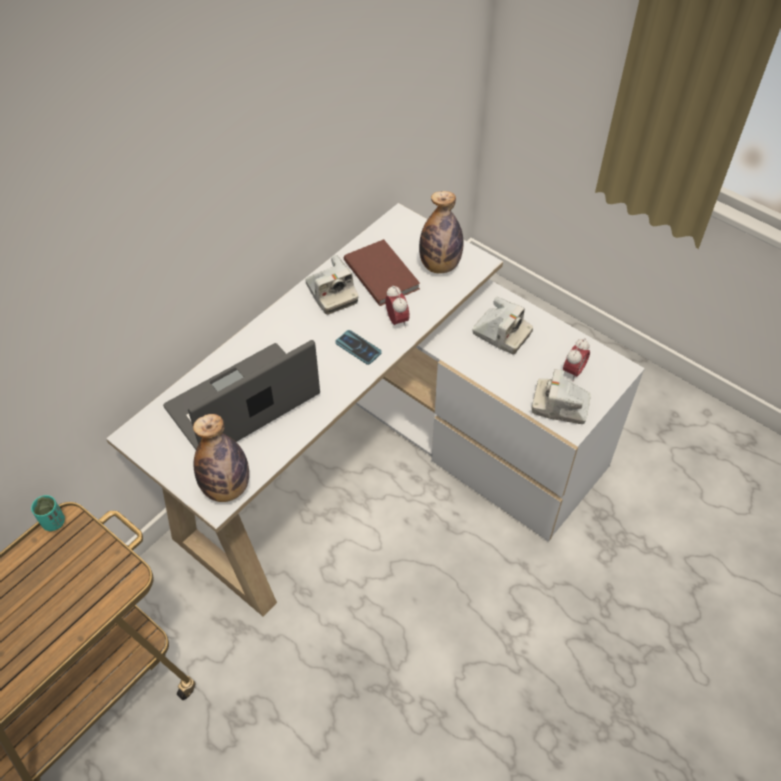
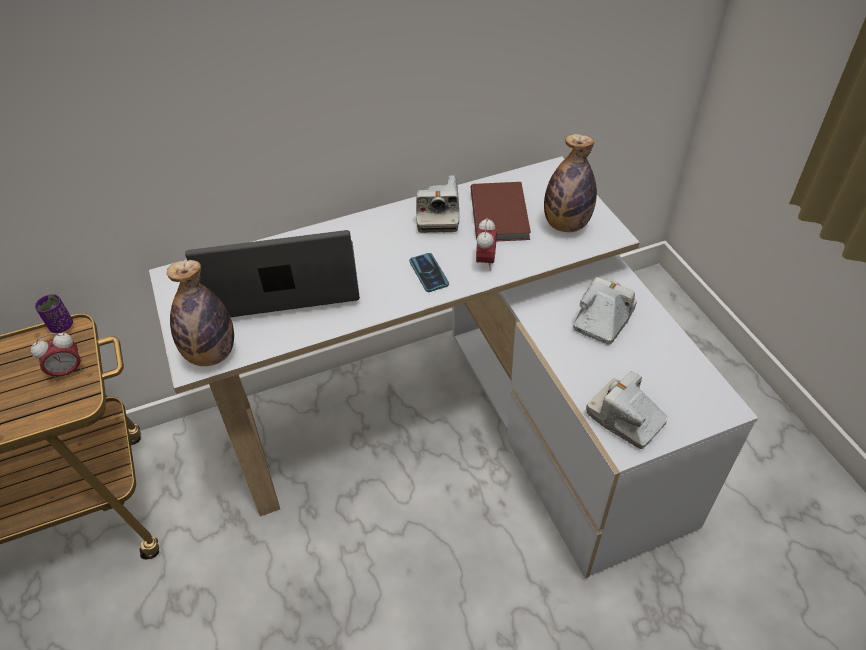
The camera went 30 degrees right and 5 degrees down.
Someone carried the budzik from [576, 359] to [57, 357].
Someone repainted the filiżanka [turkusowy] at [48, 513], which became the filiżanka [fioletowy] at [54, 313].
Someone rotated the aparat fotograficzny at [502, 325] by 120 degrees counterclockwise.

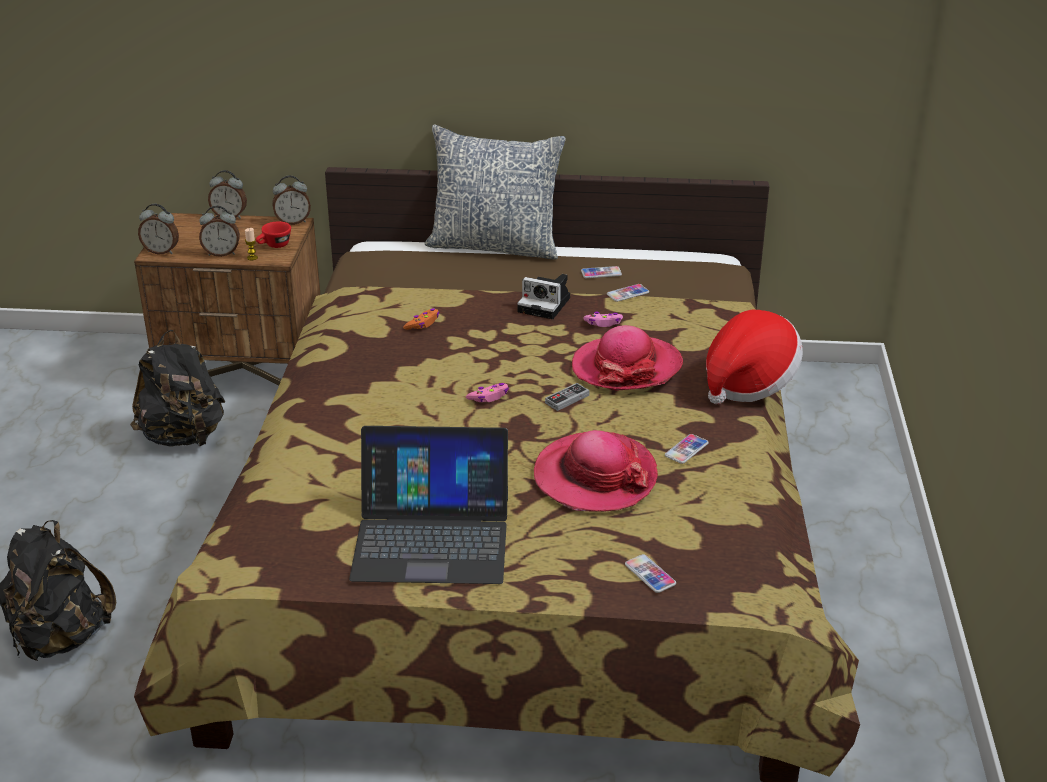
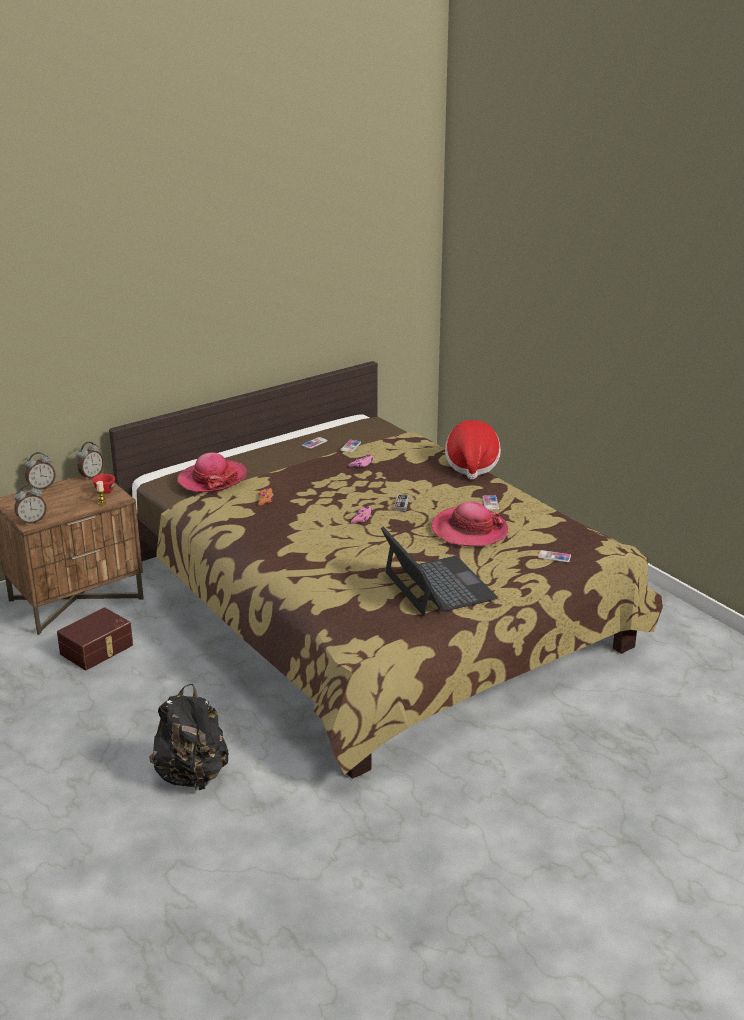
The camera went 40 degrees left and 5 degrees down.
Someone swapped the plecak [czarny] at [177, 388] for the pojemnik do przechowywania [brązowy] at [95, 638].
Someone carried the kapelusz from [627, 358] to [212, 472].
Someone rotated the laptop at [428, 505] by 75 degrees counterclockwise.
Someone took away the budzik at [219, 231].
Someone took away the poduszka at [495, 192].
Someone took away the aparat fotograficzny at [543, 296].

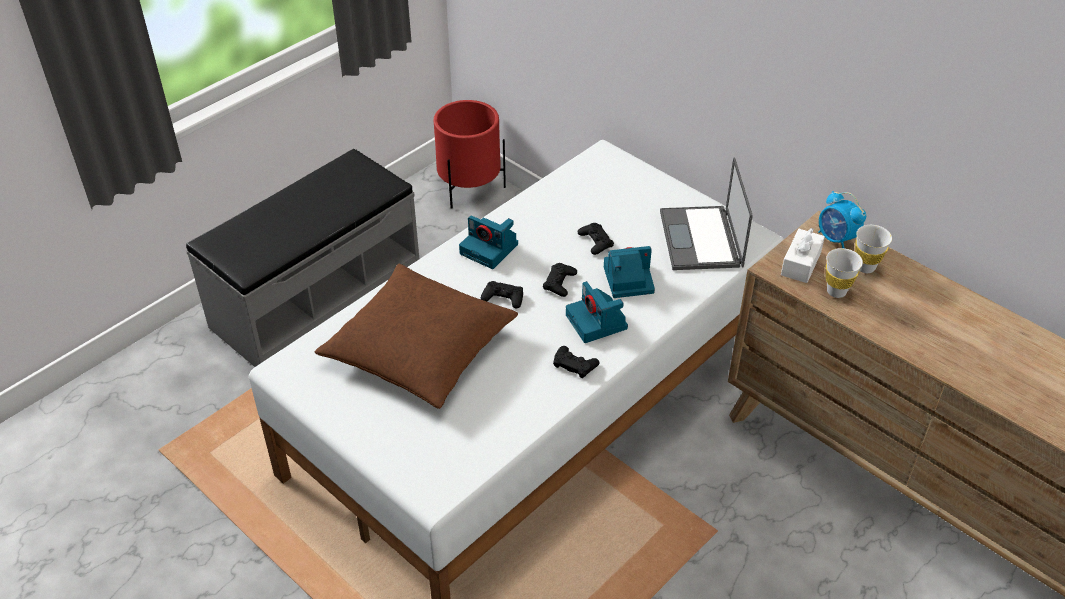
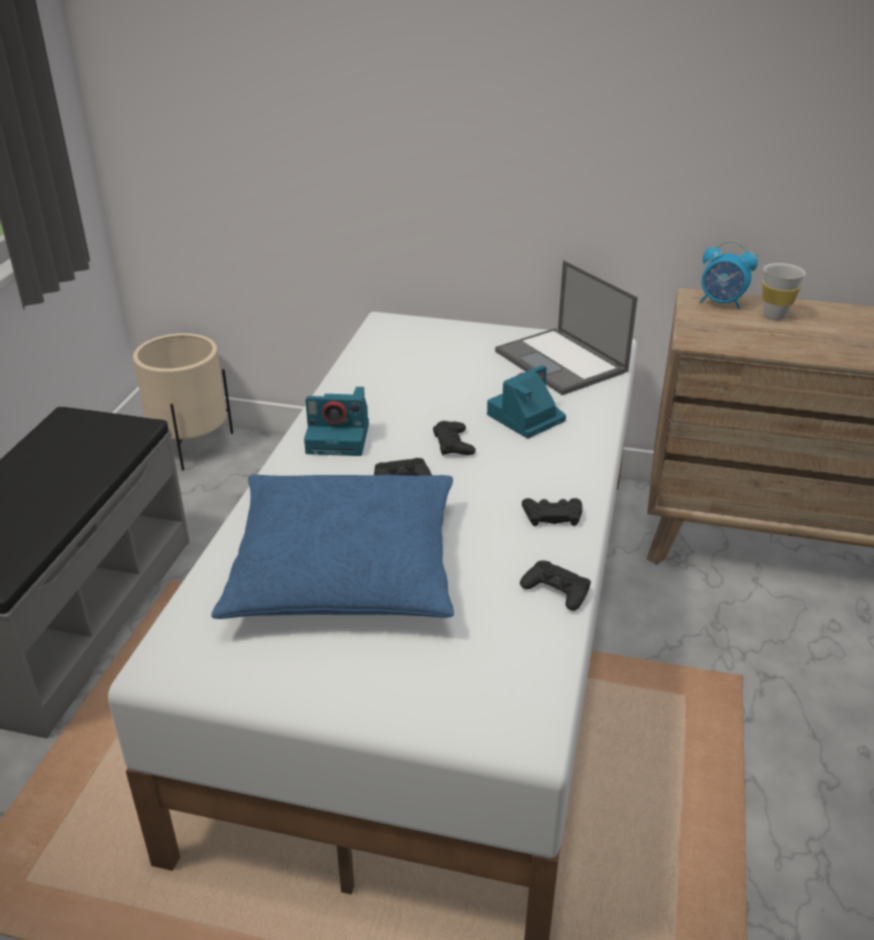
The camera went 30 degrees left and 10 degrees down.
Someone repainted the donica [czerwony] at [470, 154], which became the donica [beżowy] at [183, 402].
Someone repainted the poduszka [brązowy] at [416, 336], which became the poduszka [niebieski] at [332, 547].
Someone carried the pad do gier [czarny] from [596, 239] to [555, 586].
Someone took away the aparat fotograficzny at [597, 312].
Someone took away the pudełko chusteczek [biały] at [803, 255].
Someone took away the filiżanka [biały] at [844, 273].

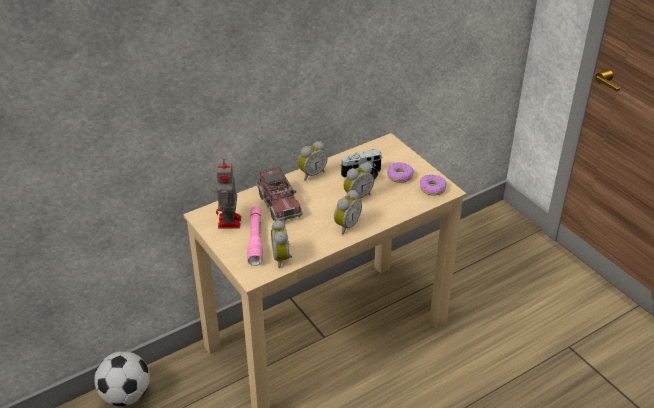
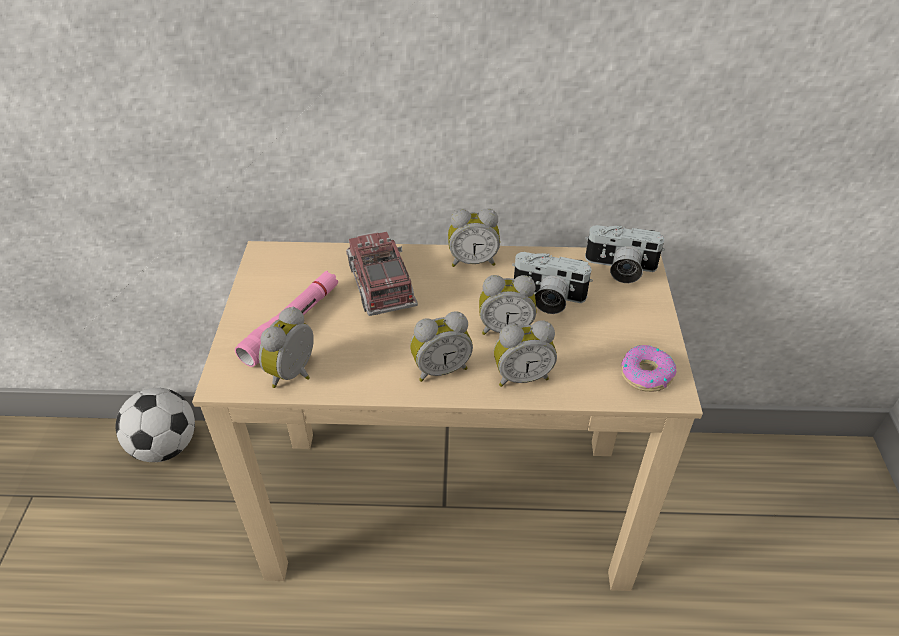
The camera went 35 degrees right and 5 degrees up.
Someone rotated the ciężarówka zabawkowa at [279, 194] by 150 degrees clockwise.
Someone put down the budzik at [525, 353].
Someone put down the aparat fotograficzny at [625, 254].
Someone took away the robot zabawkowy at [228, 193].
Someone took away the donut at [400, 172].

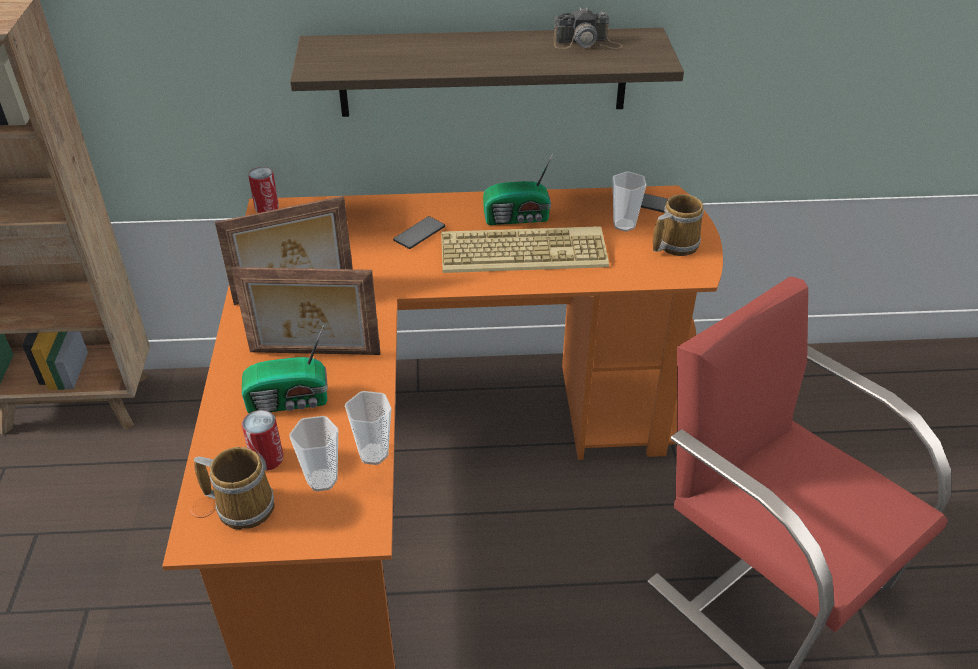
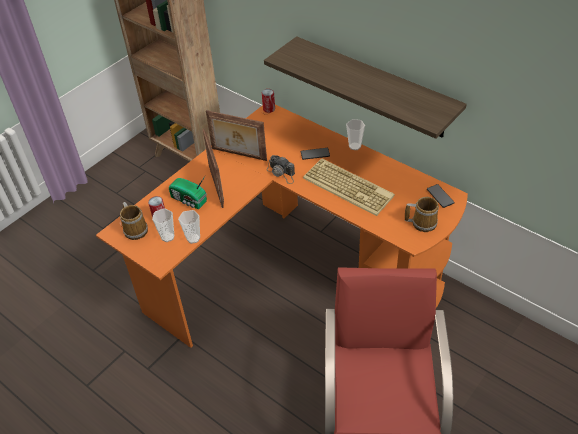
The camera went 45 degrees right and 5 degrees up.
Someone rotated the ramka na zdjęcie at [305, 311] by 150 degrees counterclockwise.
Someone carried the aparat fotograficzny from [588, 28] to [280, 169].
Someone carried the filiżanka from [629, 201] to [355, 134].
Someone took away the radio at [518, 189].

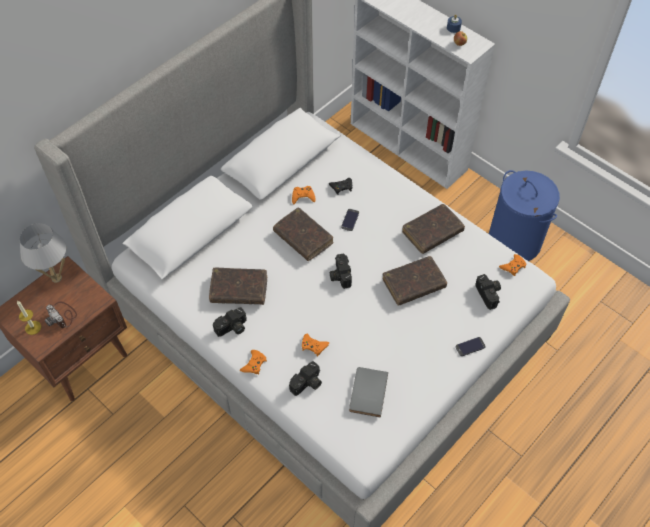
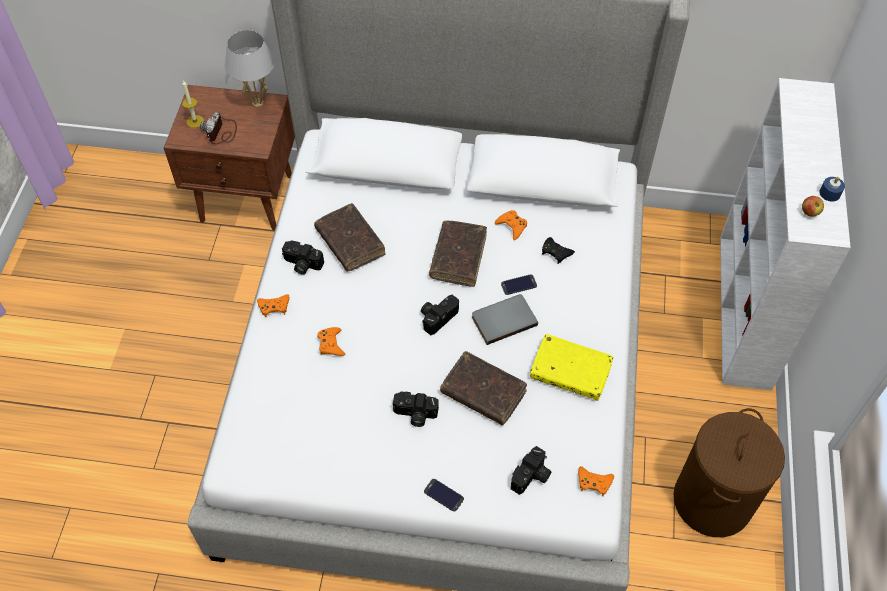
The camera went 55 degrees right and 0 degrees up.
Someone carried the aparat fotograficzny from [305, 378] to [416, 409].
Someone carried the książka [szary] from [368, 392] to [505, 319].
Someone repainted the książka [brązowy] at [433, 229], which became the książka [żółty] at [571, 367].
Someone repainted the kosz na pranie [niebieski] at [524, 215], which became the kosz na pranie [brązowy] at [729, 472].

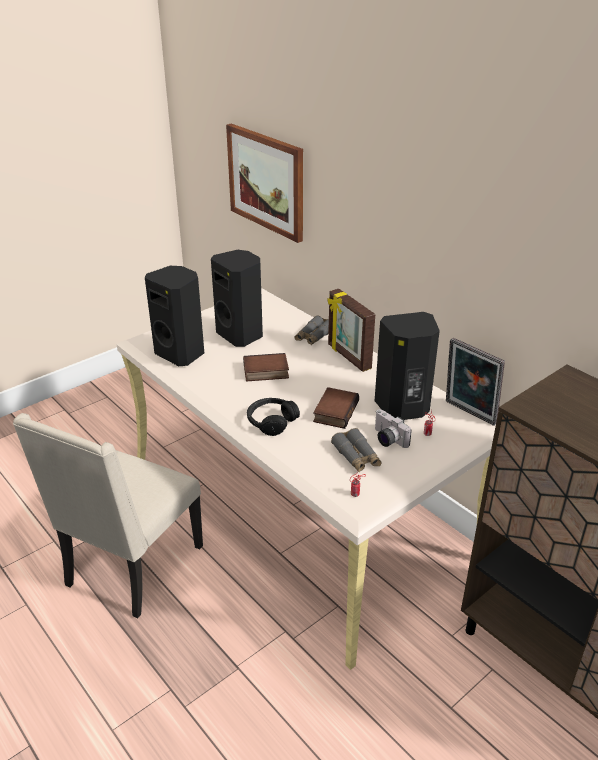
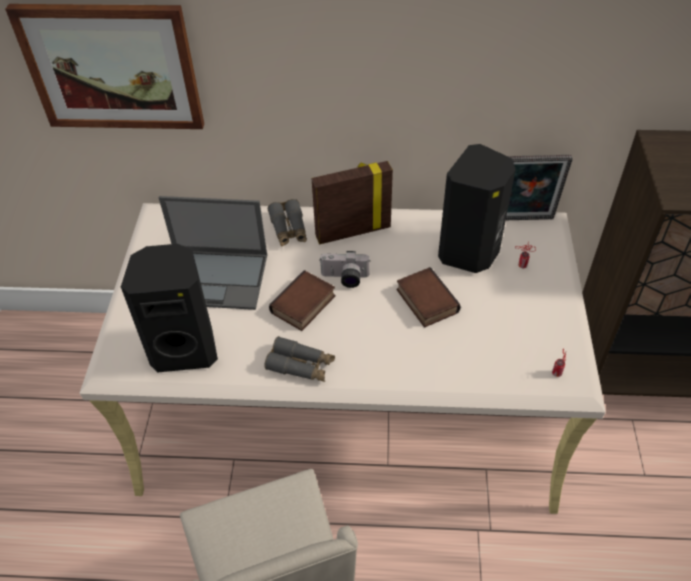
The camera went 45 degrees left and 15 degrees up.
Someone swapped the głośnik [czarny] at [237, 298] for the laptop at [213, 253].
Someone carried the lornetka [szary] from [356, 450] to [300, 359].
Someone rotated the ramka na zdjęcie at [351, 330] by 150 degrees clockwise.
Someone carried the aparat fotograficzny from [393, 428] to [344, 269].
Someone took away the słuchawki [czarny] at [273, 417].

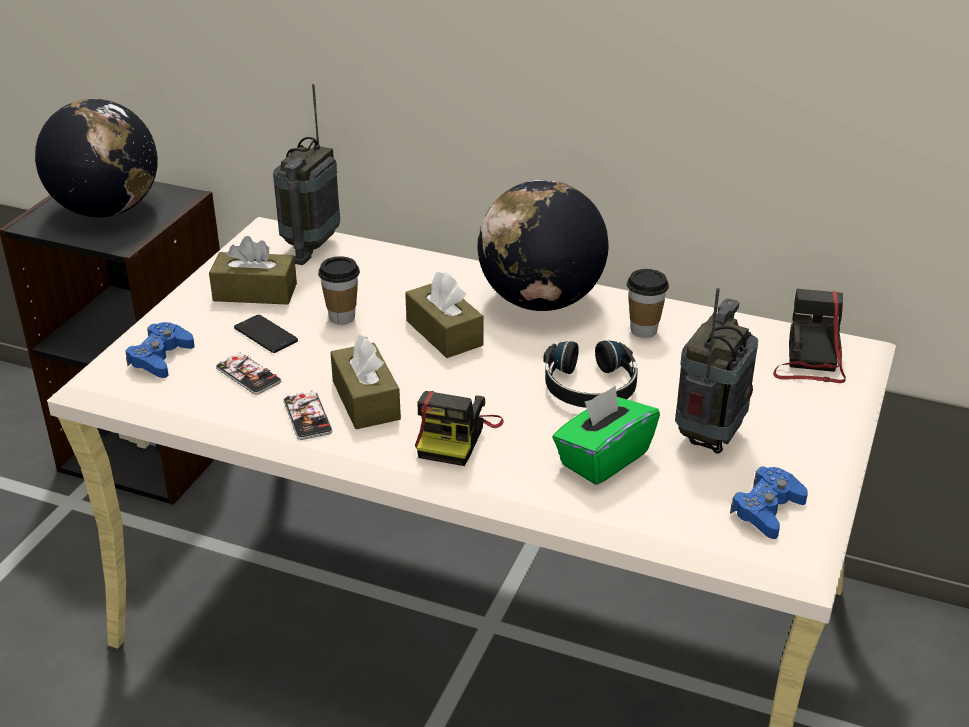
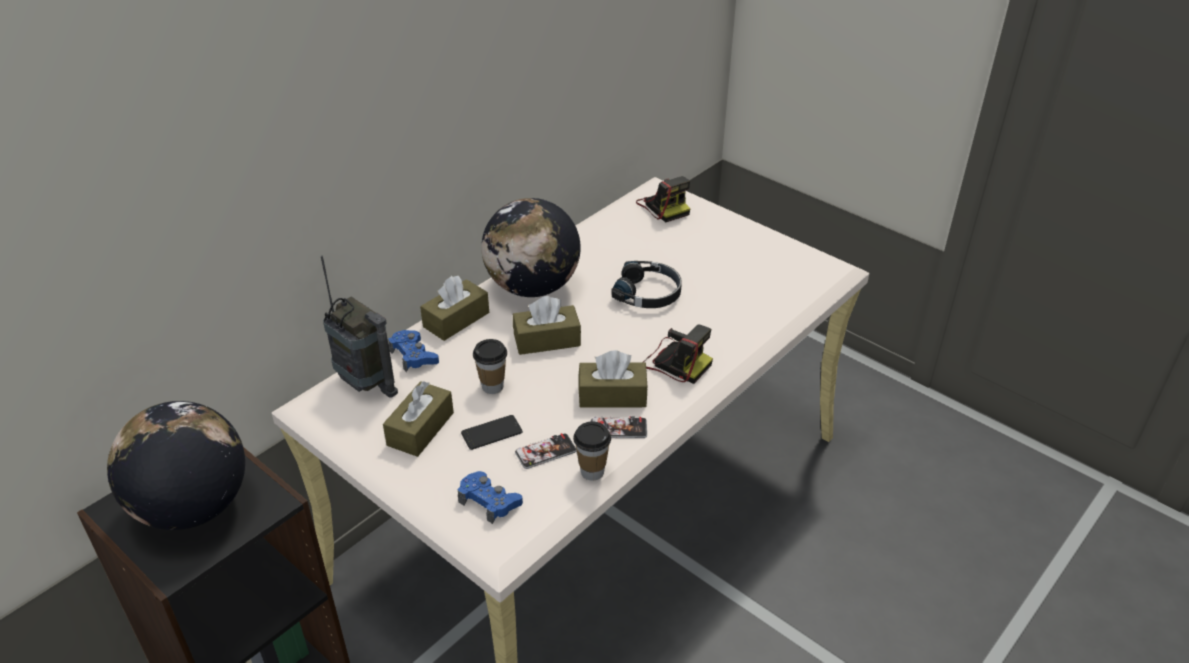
The camera went 70 degrees left and 5 degrees up.
Someone carried the pad do gier [niebieski] from [769, 502] to [413, 351].
Someone put down the pudełko chusteczek [brązowy] at [454, 308].
Someone carried the filiżanka from [648, 303] to [592, 451].
Someone rotated the aparat fotograficzny at [809, 336] by 150 degrees counterclockwise.
Someone took away the pudełko chusteczek [zielony] at [606, 435].
Someone took away the radio at [717, 371].

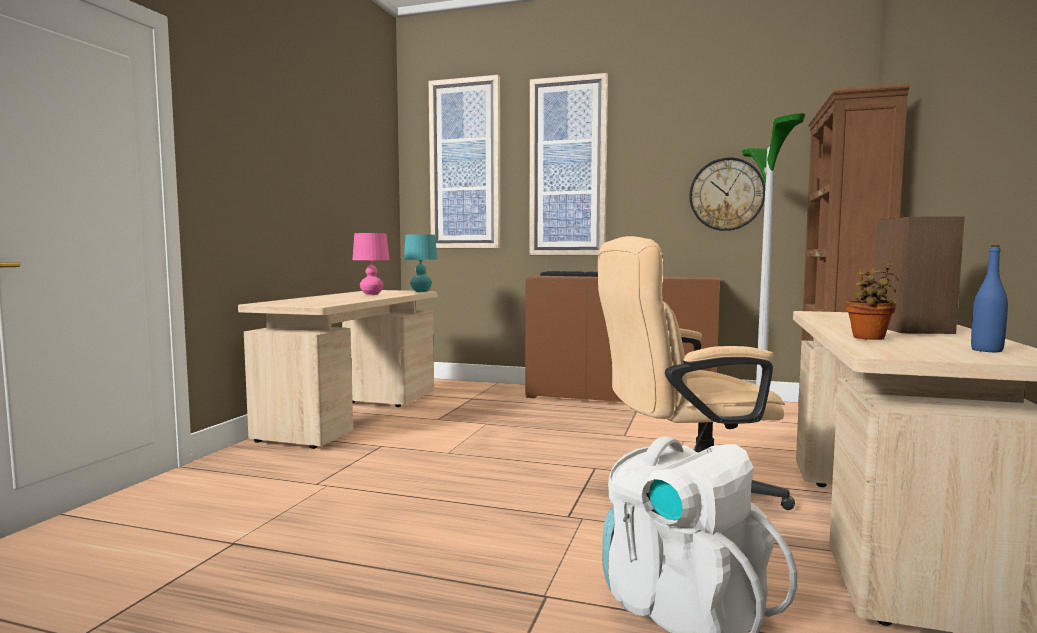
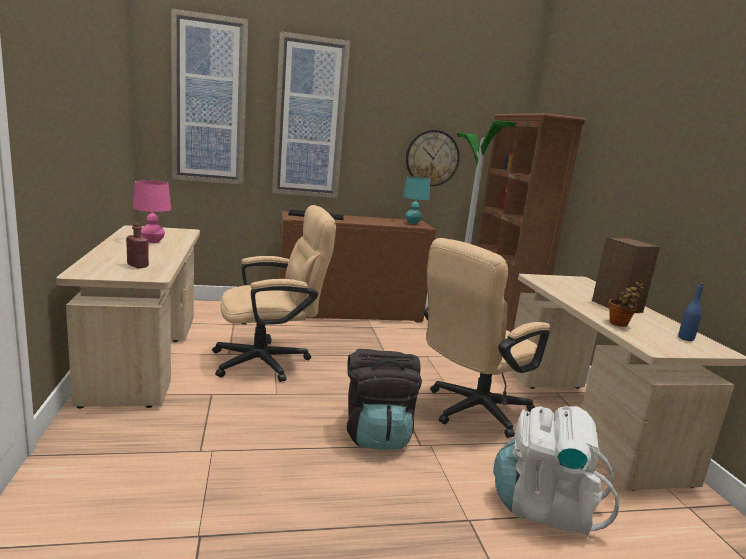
The camera went 30 degrees left and 10 degrees up.
Someone put down the butelka [czerwony] at [137, 245].
Someone put down the krzesło biurowe [beżowy] at [274, 293].
Someone put down the plecak [czarny] at [384, 399].
Someone carried the lampa stołowa [turkusowy] from [420, 263] to [416, 200].

